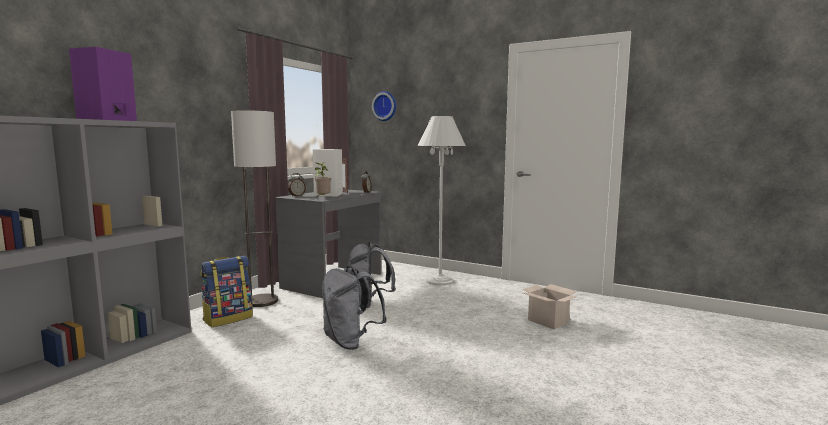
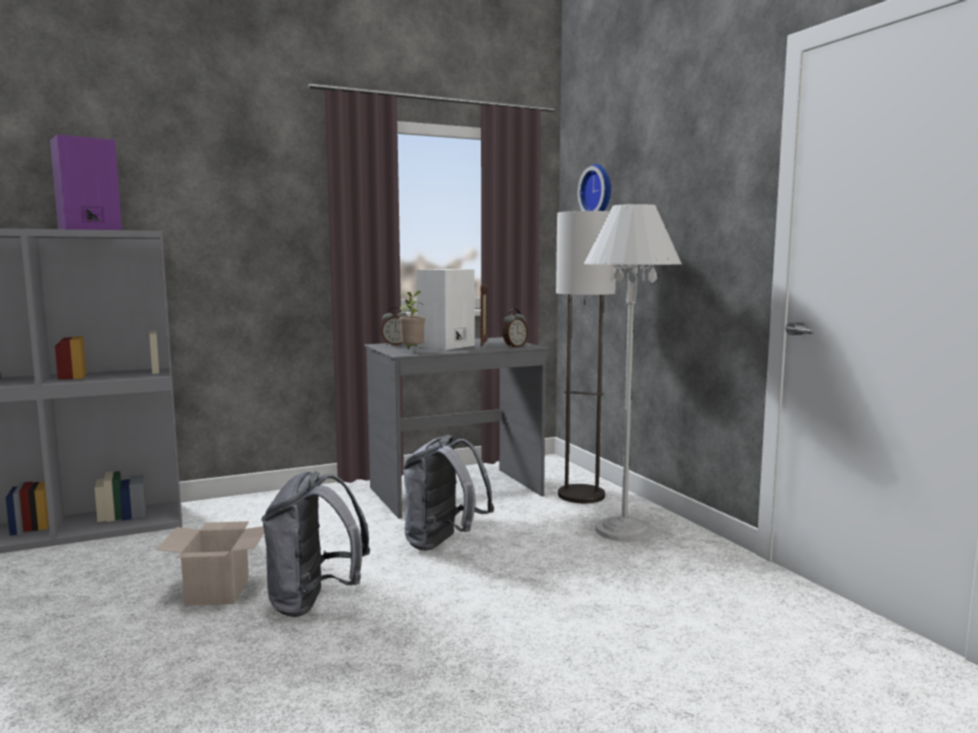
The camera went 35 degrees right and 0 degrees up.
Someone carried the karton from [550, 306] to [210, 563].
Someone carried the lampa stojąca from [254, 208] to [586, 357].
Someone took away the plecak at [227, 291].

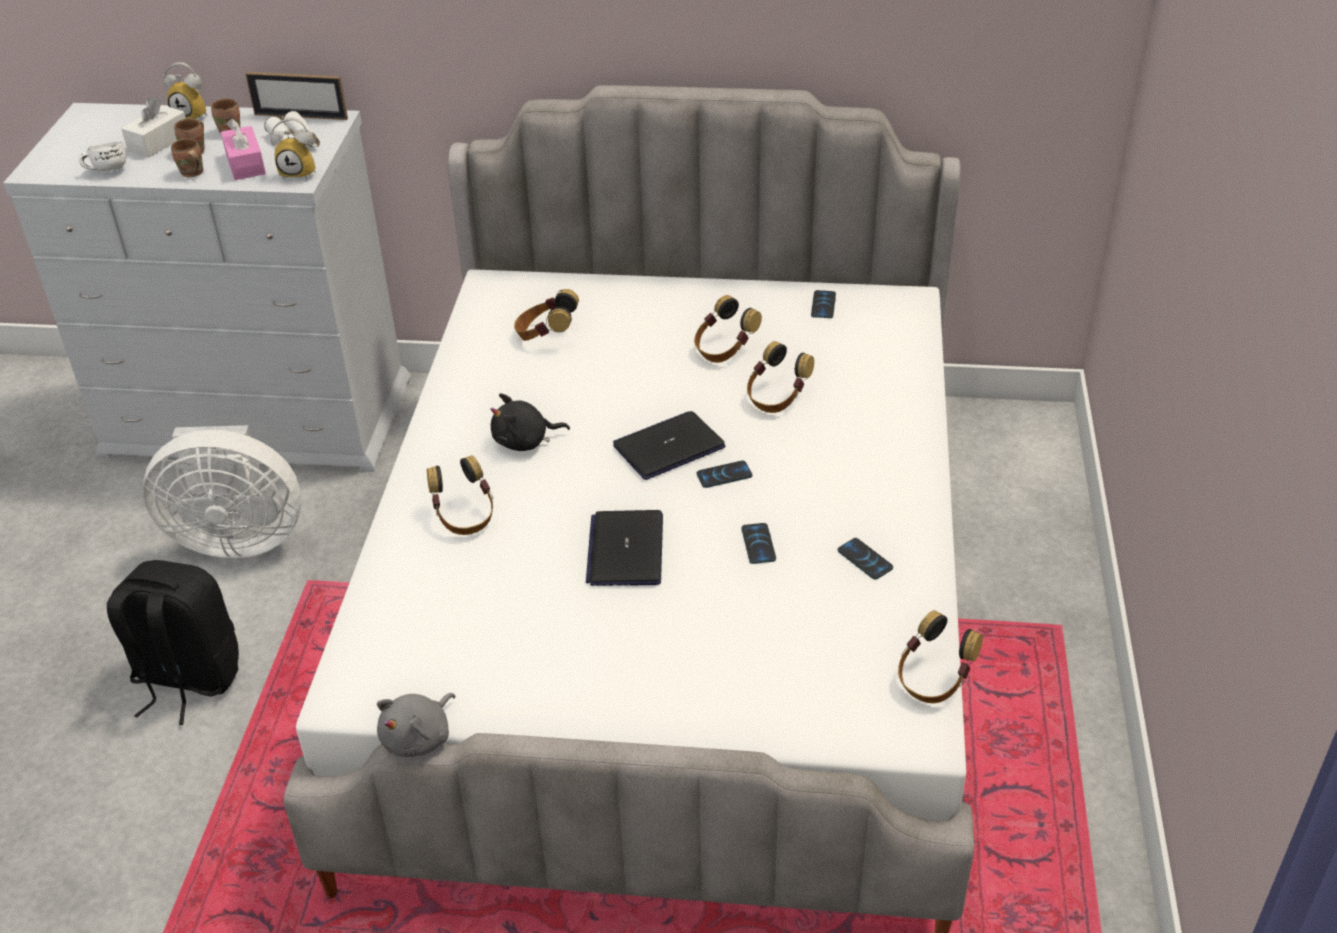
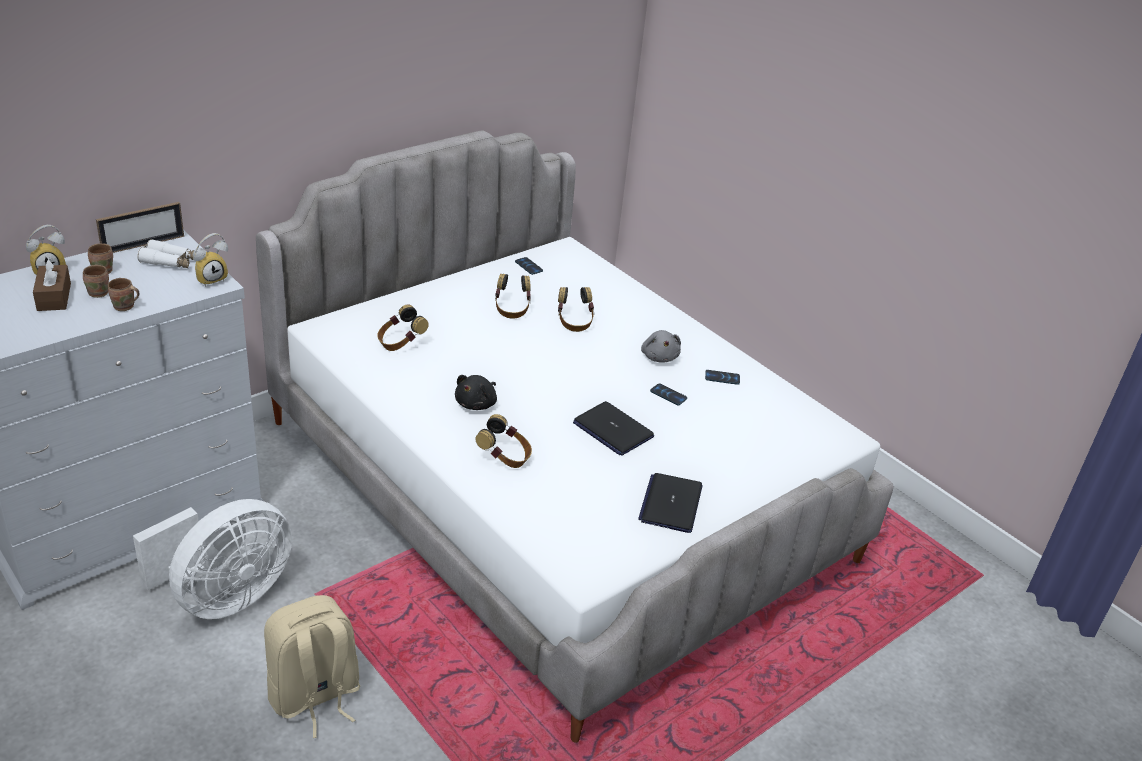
The camera went 50 degrees left and 5 degrees down.
Someone repainted the pudełko chusteczek [biały] at [153, 127], which became the pudełko chusteczek [brązowy] at [52, 284].
Someone repainted the plecak [czarny] at [173, 642], which became the plecak [beżowy] at [312, 666].
Someone carried the laptop from [669, 445] to [670, 503].
Someone carried the pluszak [szary] from [416, 725] to [661, 346].
Someone took away the kubek [biały] at [102, 156].
Someone took away the pudełko chusteczek [różowy] at [243, 149].
Someone took away the telefon at [724, 474].
Someone took away the słuchawki at [940, 656].

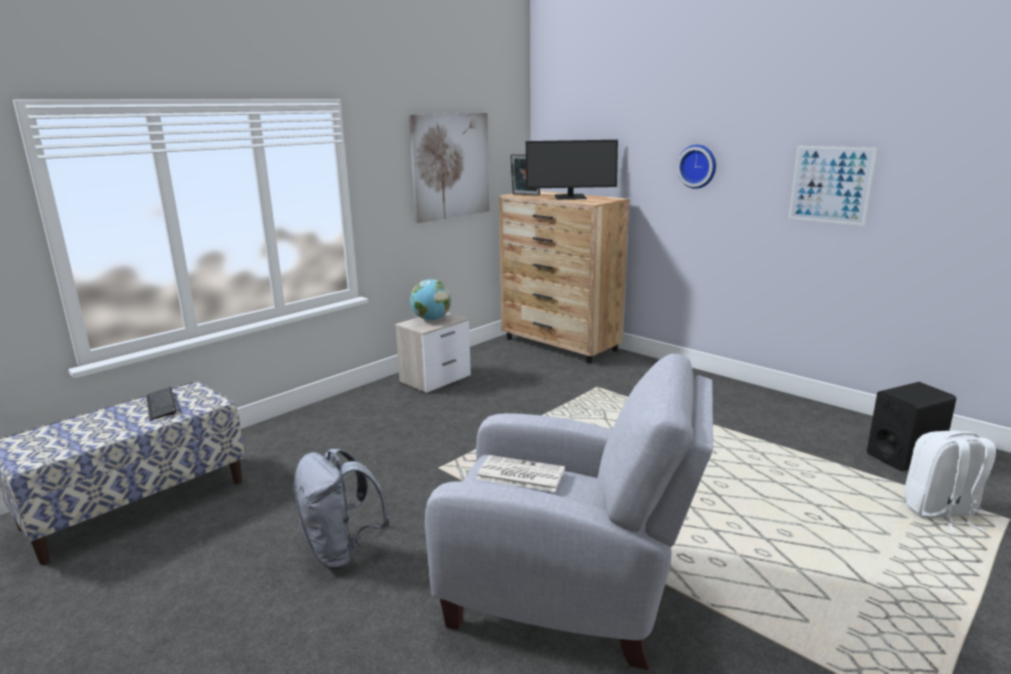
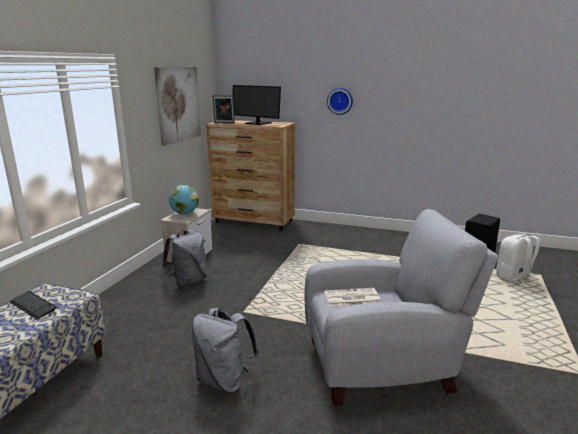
The camera went 25 degrees left and 0 degrees up.
Someone put down the plecak [szary] at [184, 258].
Someone rotated the monitor at [572, 170] by 60 degrees clockwise.
Someone took away the obraz at [833, 186].

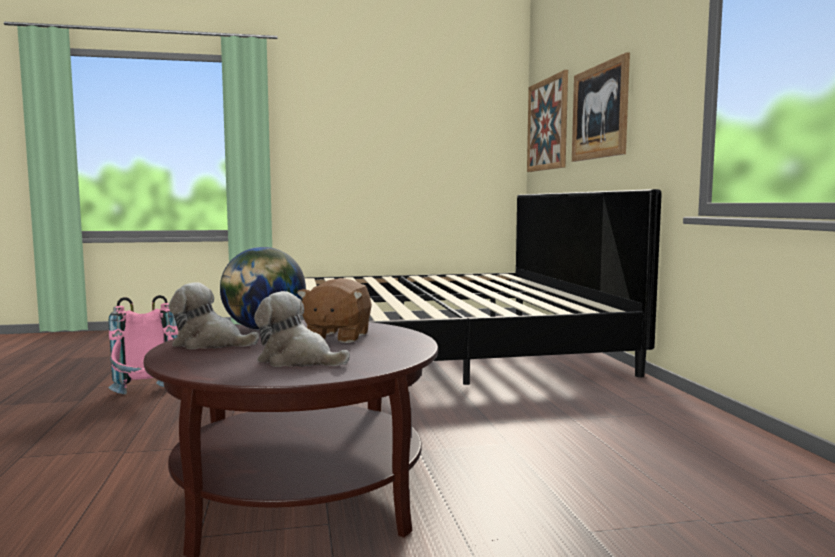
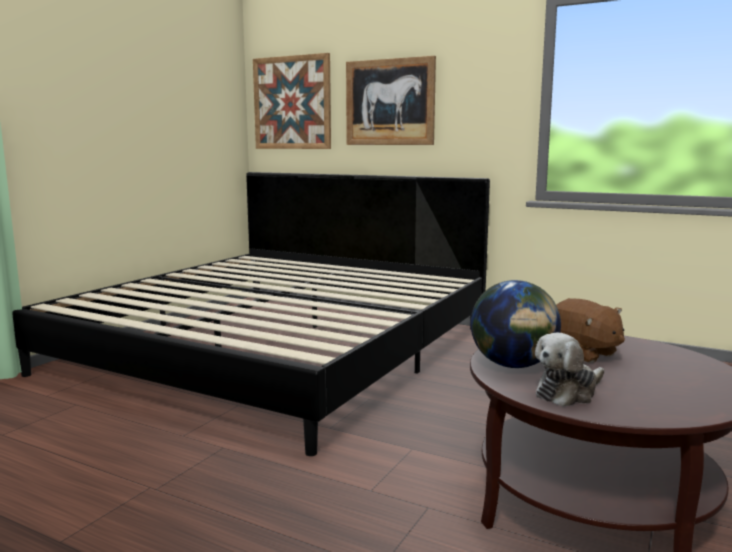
The camera went 50 degrees left and 5 degrees up.
Someone took away the plecak [różowy] at [143, 344].
Someone took away the pluszak at [302, 329].

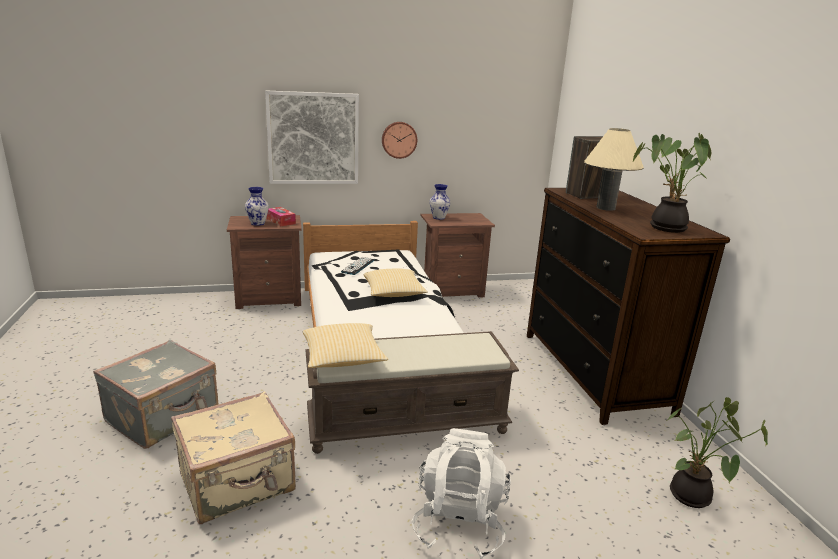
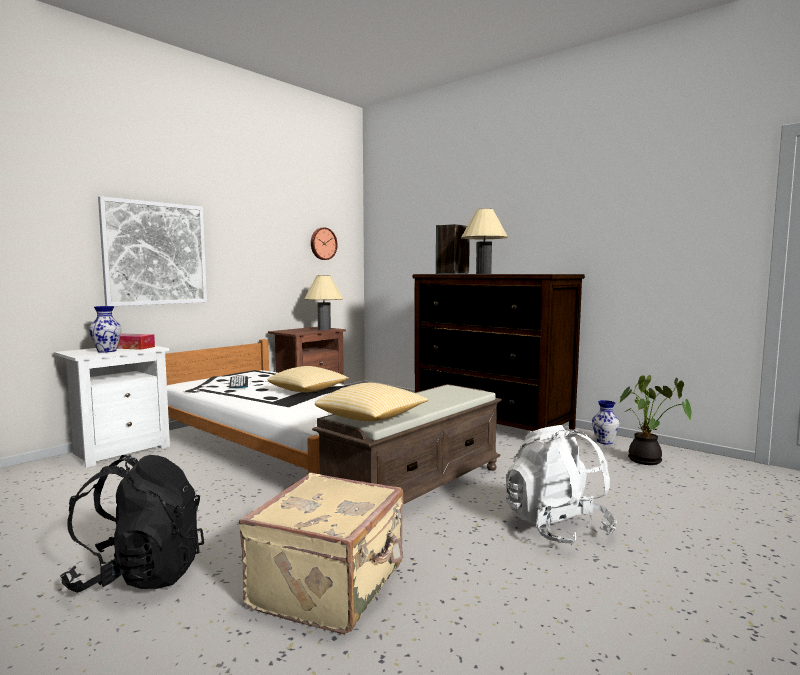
The camera went 35 degrees left and 15 degrees down.
Someone repainted the szafka nocna [brązowy] at [264, 262], which became the szafka nocna [biały] at [112, 407].
Someone swapped the walizka [szary] at [156, 394] for the plecak [czarny] at [132, 524].
Someone put down the lampa stołowa [beżowy] at [323, 302].
Someone carried the zegar ścienny from [399, 140] to [324, 244].
Someone carried the wazon from [440, 202] to [606, 422].
Someone took away the roślina doniczkowa at [671, 183].

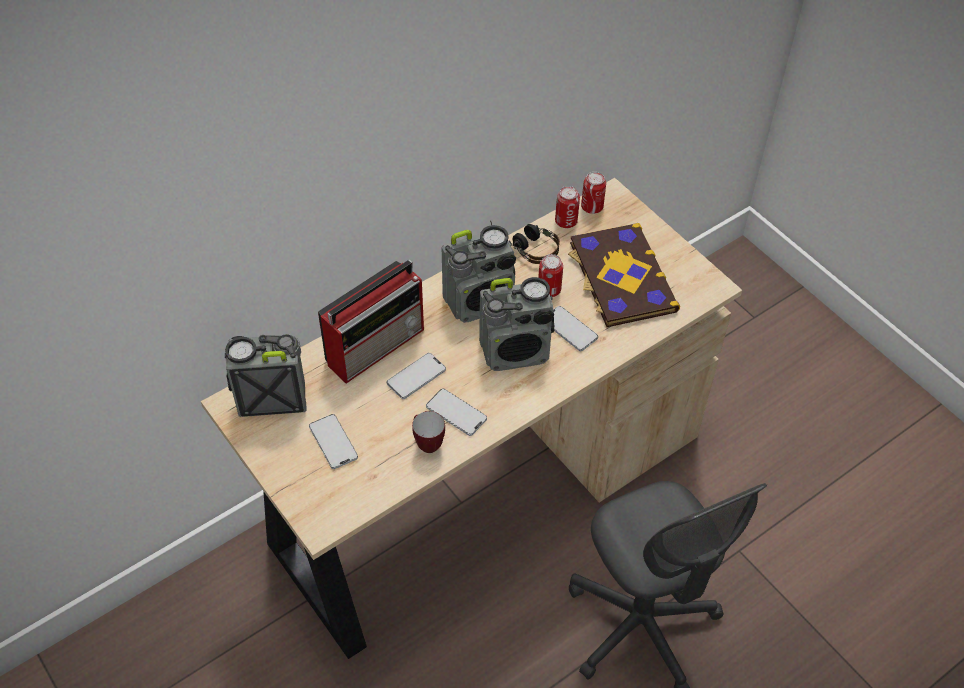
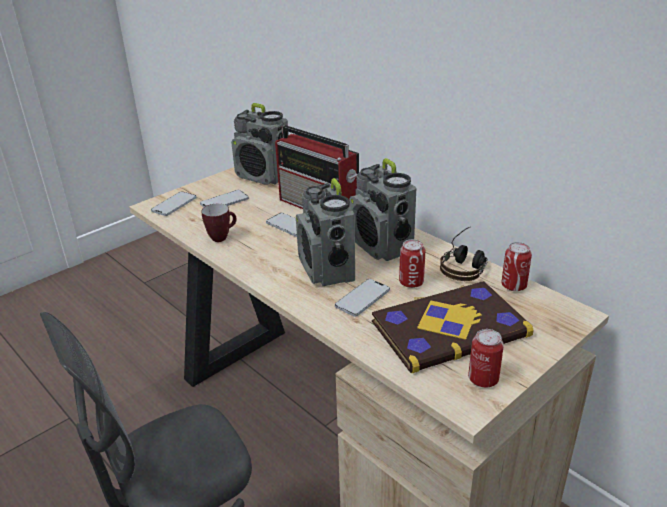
The camera went 85 degrees right and 20 degrees down.
Someone carried the telefon from [456, 412] to [174, 203].
Someone rotated the radio at [265, 375] by 135 degrees clockwise.
Someone carried the puszka from [593, 193] to [486, 358].

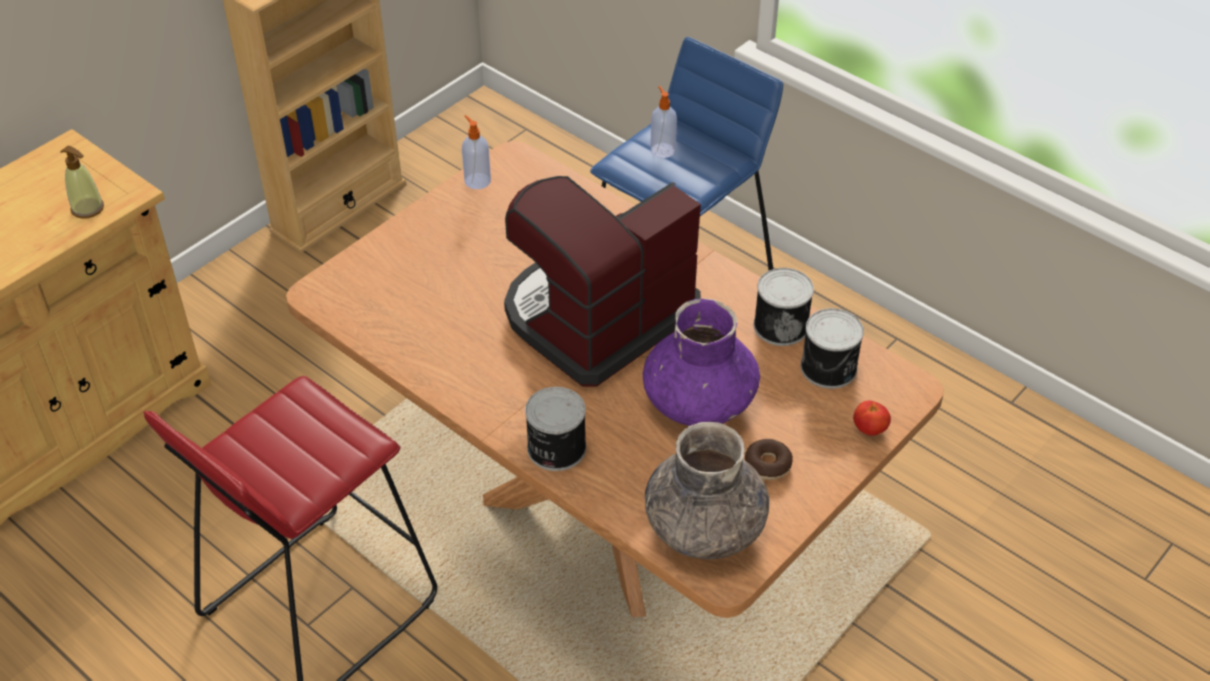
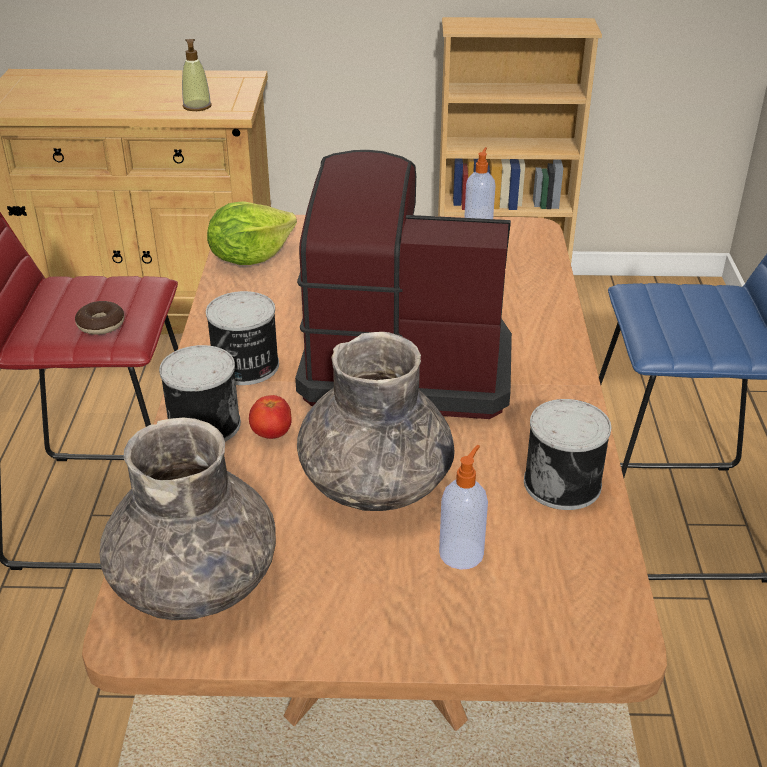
The camera went 50 degrees right and 10 degrees down.
Someone carried the donut from [769, 459] to [99, 318].
Someone carried the puszka from [832, 348] to [242, 338].
Someone put down the sałata at [252, 233].
Someone carried the pomidor from [872, 418] to [270, 417].
Someone repainted the wazon [fioletowy] at [701, 362], which became the wazon [szary] at [376, 421].
Someone carried the dozownik mydła from [663, 122] to [463, 507].

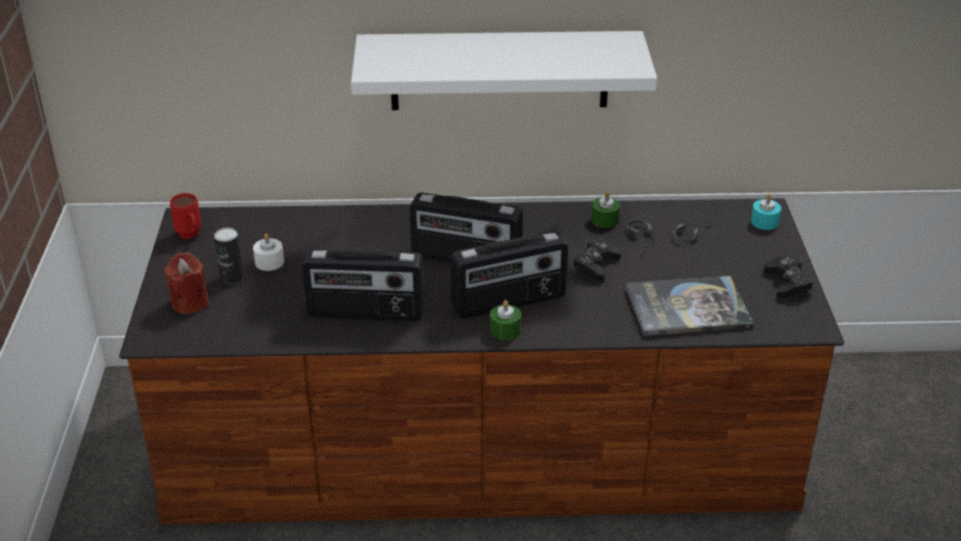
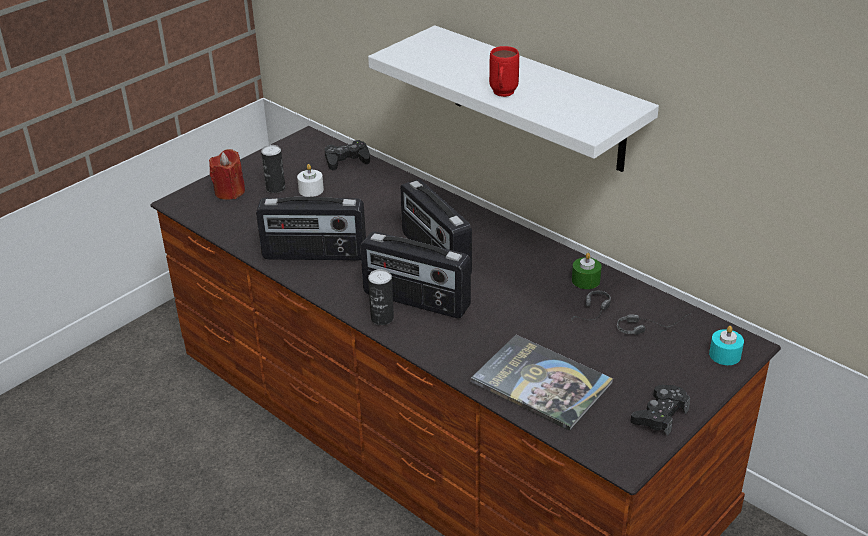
The camera went 45 degrees right and 0 degrees up.
Someone rotated the radio at [363, 285] by 45 degrees counterclockwise.
Someone carried the pad do gier [czarny] from [596, 259] to [347, 155].
Someone swapped the świeca [zielony] at [505, 320] for the puszka at [381, 297].
Someone carried the kubek [czerwony] from [185, 216] to [504, 71].

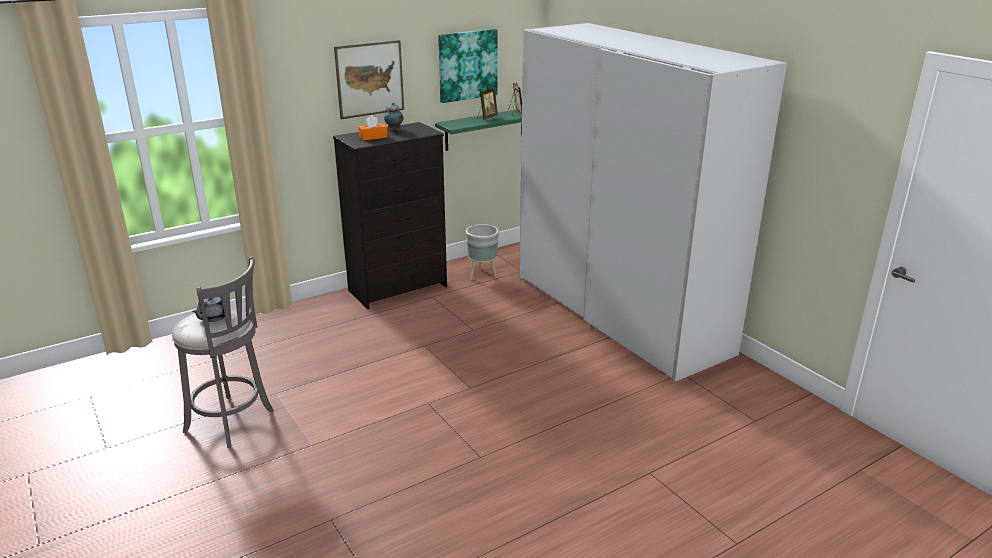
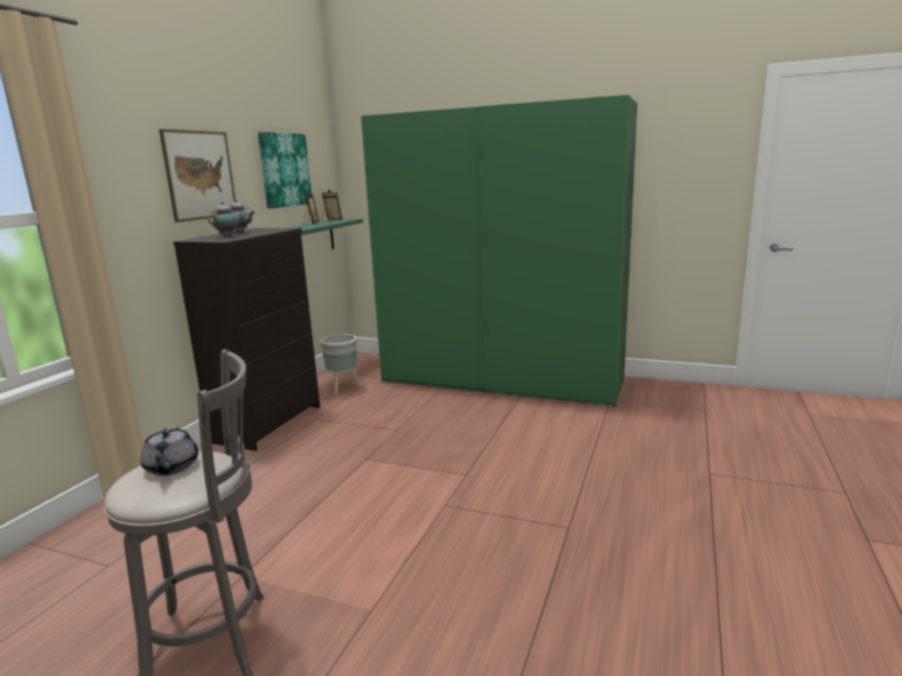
The camera went 35 degrees left and 10 degrees down.
Someone swapped the pudełko chusteczek [pomarańczowy] at [373, 128] for the imbryk at [225, 219].
Someone repainted the szafa [biały] at [653, 202], which became the szafa [zielony] at [499, 251].

